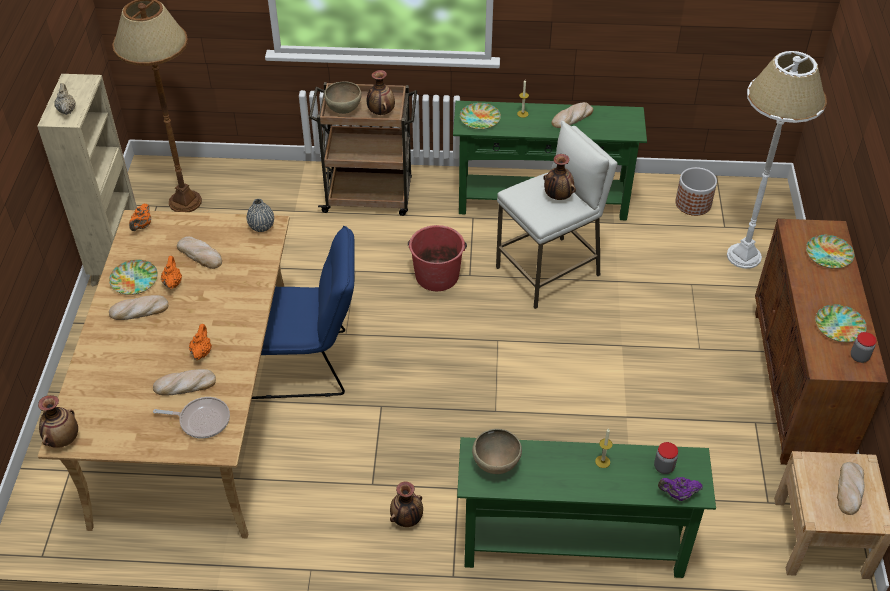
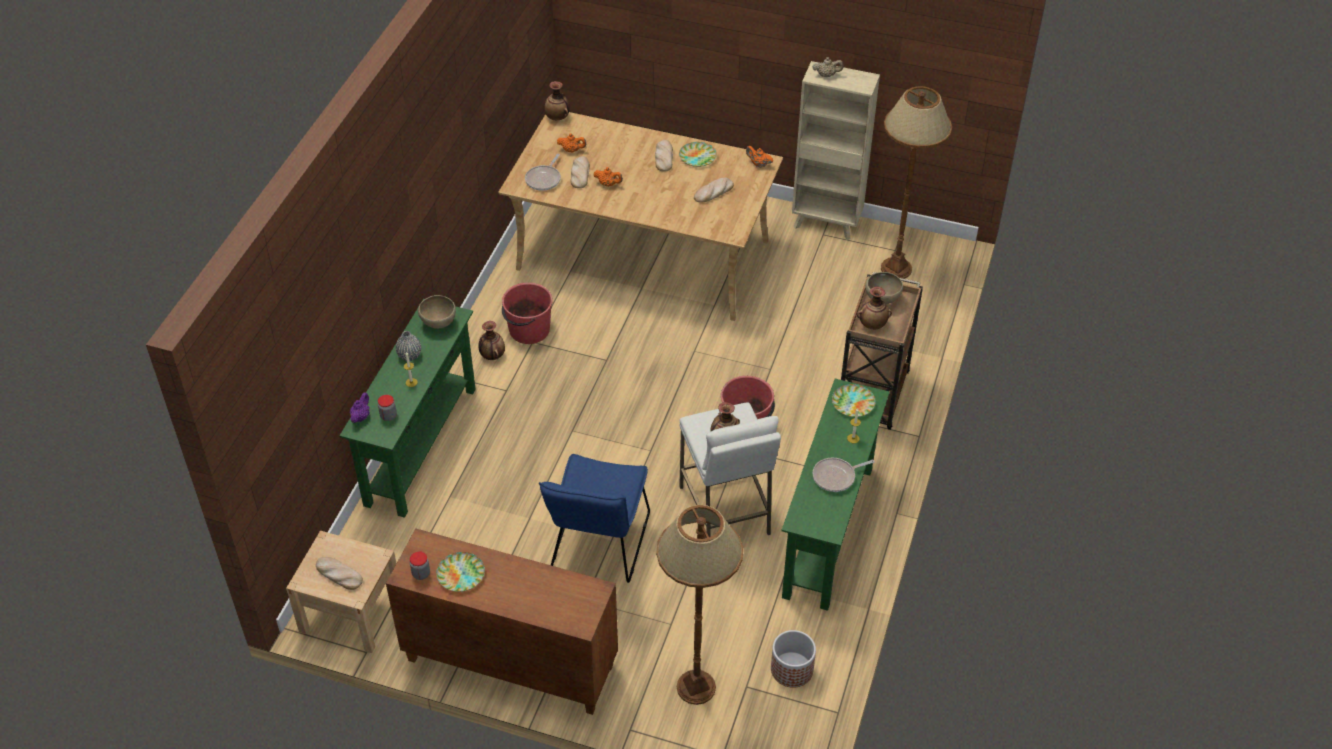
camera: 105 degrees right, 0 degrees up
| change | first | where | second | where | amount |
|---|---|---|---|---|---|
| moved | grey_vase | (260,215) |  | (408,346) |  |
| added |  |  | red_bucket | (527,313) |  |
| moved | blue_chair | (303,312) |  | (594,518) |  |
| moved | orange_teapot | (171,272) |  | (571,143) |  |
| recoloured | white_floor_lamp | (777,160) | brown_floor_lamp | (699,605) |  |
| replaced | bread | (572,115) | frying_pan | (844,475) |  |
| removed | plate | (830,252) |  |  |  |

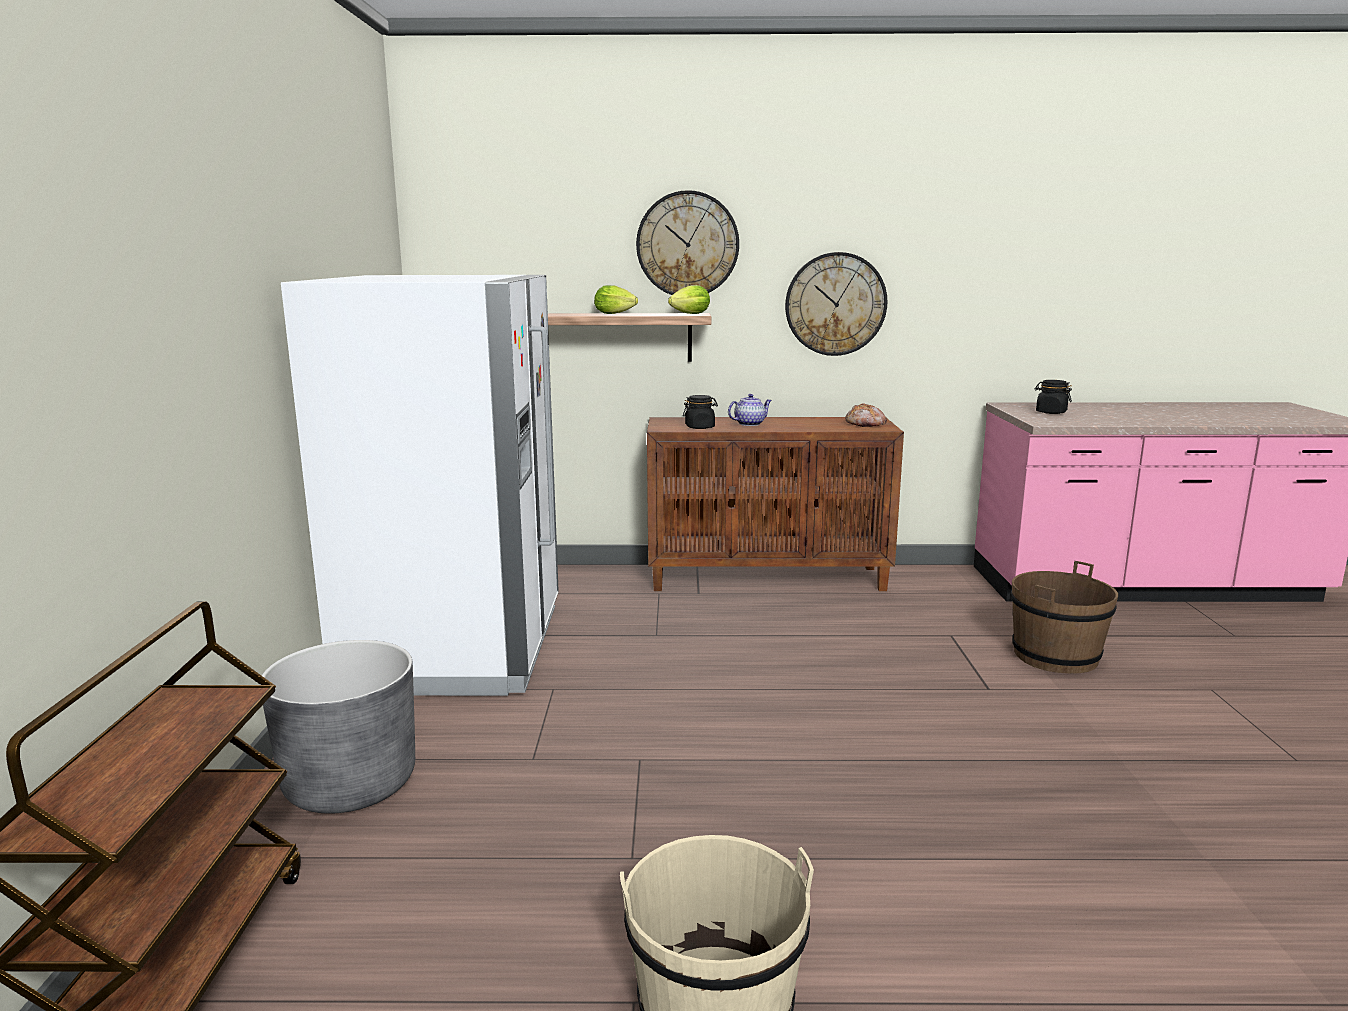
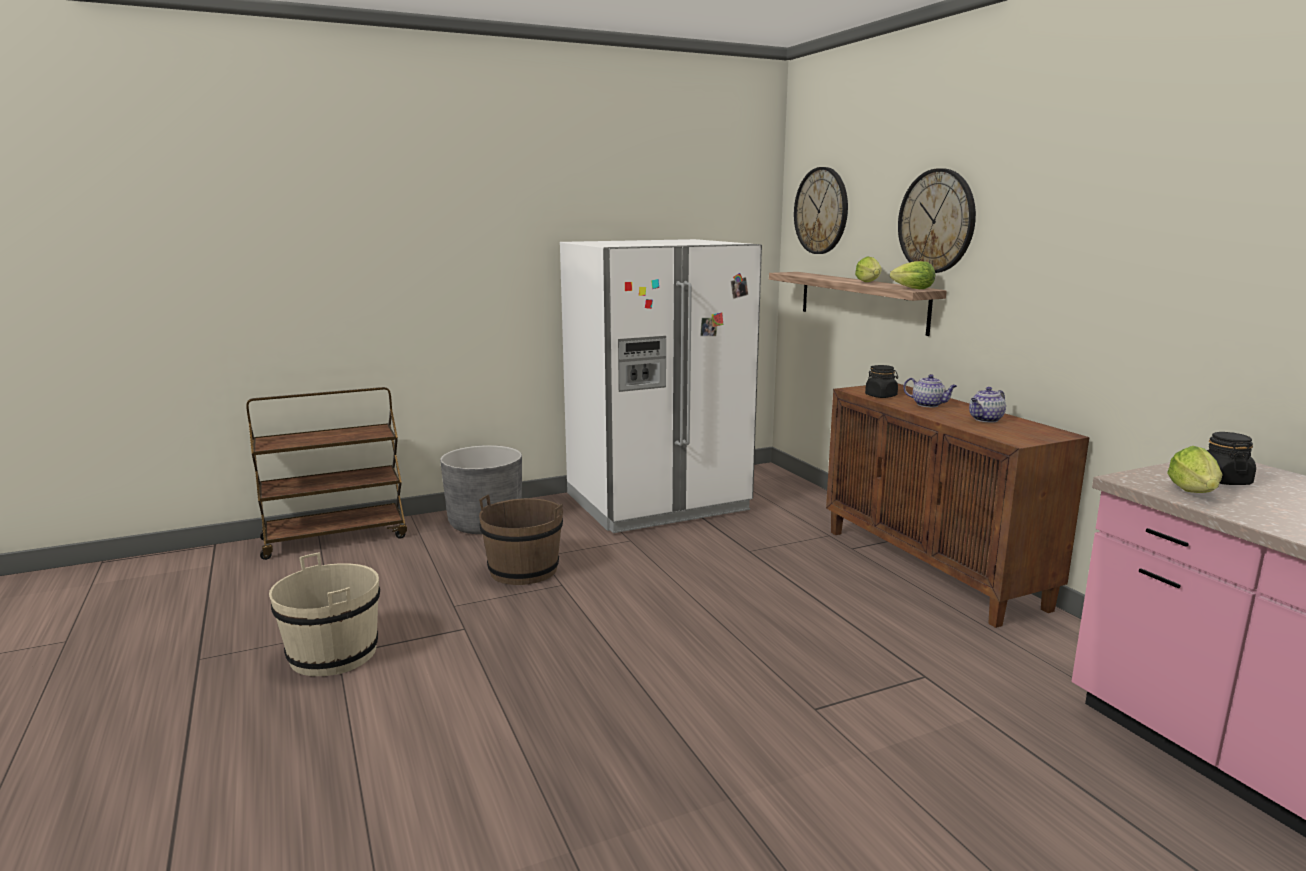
camera: 65 degrees right, 0 degrees up
| change | first | where | second | where | amount |
|---|---|---|---|---|---|
| moved | brown_bucket | (1064,617) |  | (521,540) |  |
| moved | wall_clock | (836,304) |  | (821,210) |  |
| added |  |  | teapot | (987,404) |  |
| added |  |  | lettuce | (1195,469) |  |
| removed | bread | (866,415) |  |  |  |

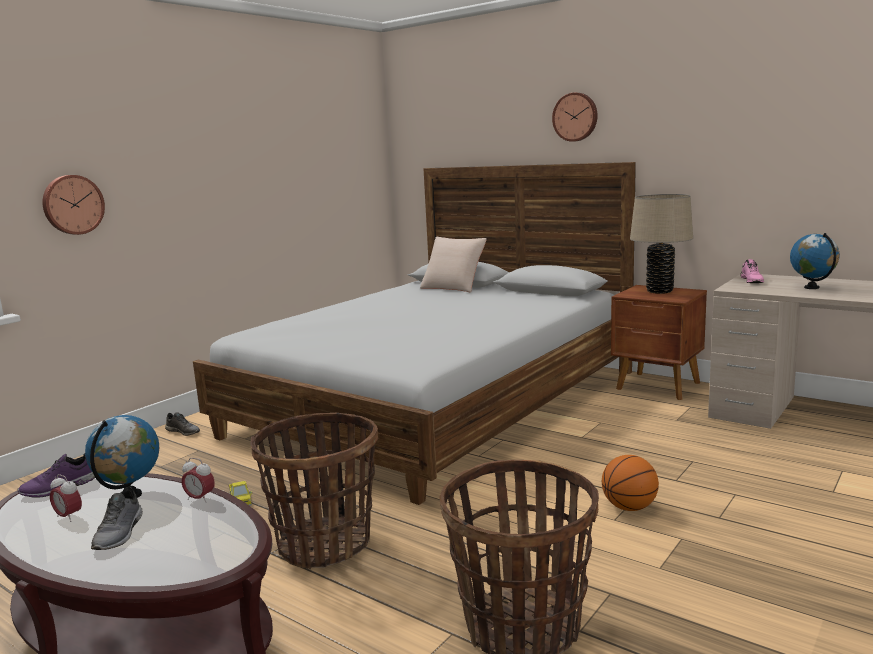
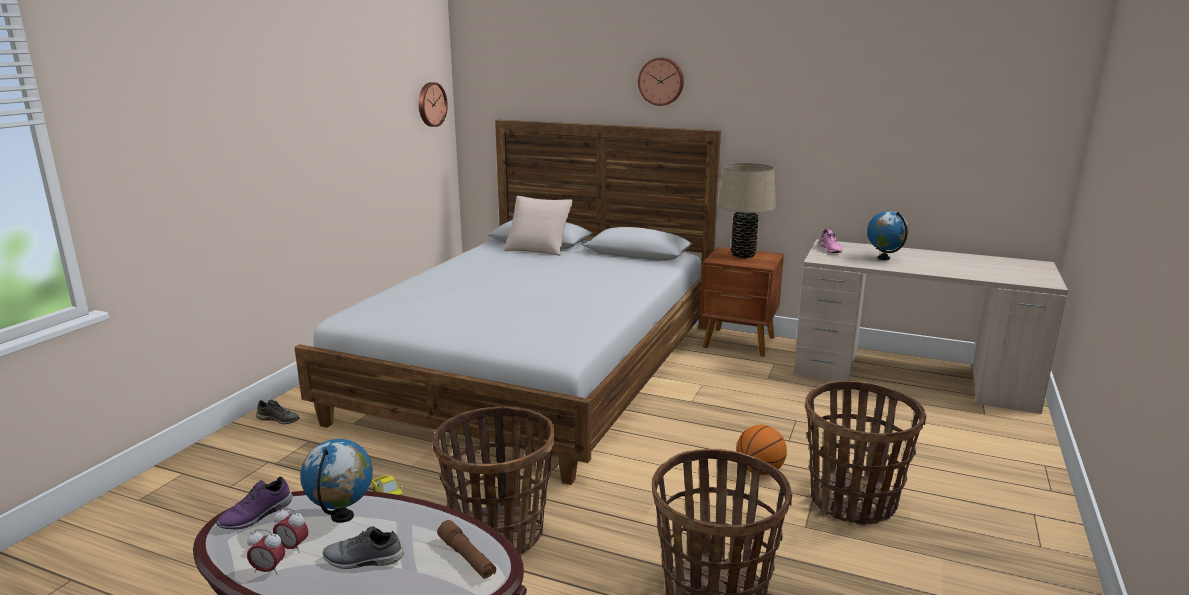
camera: 15 degrees left, 5 degrees up
| change | first | where | second | where | amount |
|---|---|---|---|---|---|
| moved | alarm_clock | (198,480) |  | (266,552) |  |
| turned | grey_shoe | (117,518) |  | (363,547) | 105 degrees clockwise |
| moved | wall_clock | (73,205) |  | (433,104) |  |
| added |  |  | brown_flashlight | (466,549) |  |
| added |  |  | basket | (866,453) |  |

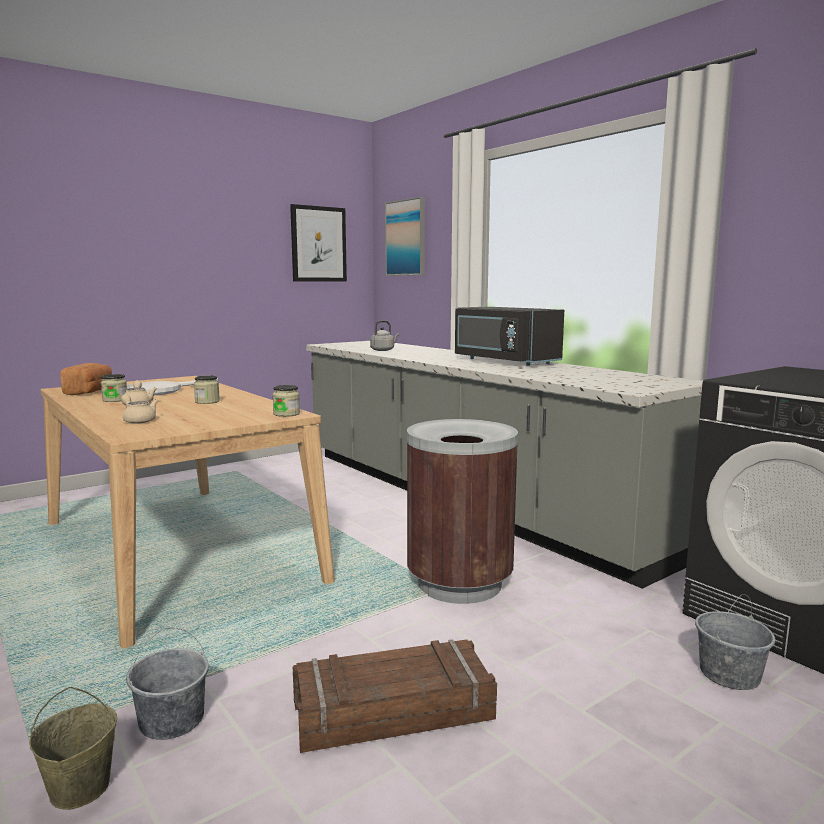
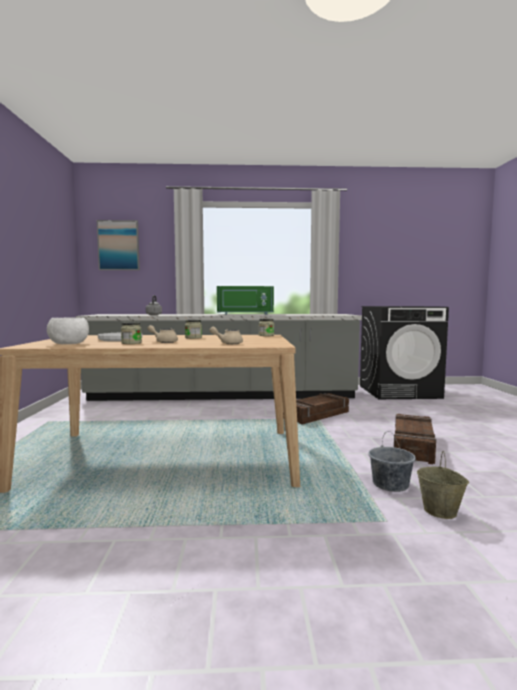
camera: 55 degrees left, 5 degrees down
| change | first | where | second | where | amount |
|---|---|---|---|---|---|
| replaced | bread | (86,379) | white_bowl | (68,330) |  |
| recoloured | black_microwave | (509,336) | green_microwave | (245,300) |  |
| replaced | brown_trash_can | (462,511) | crate | (316,408) |  |
| removed | picture | (318,243) |  |  |  |
| removed | grey_bucket | (735,642) |  |  |  |

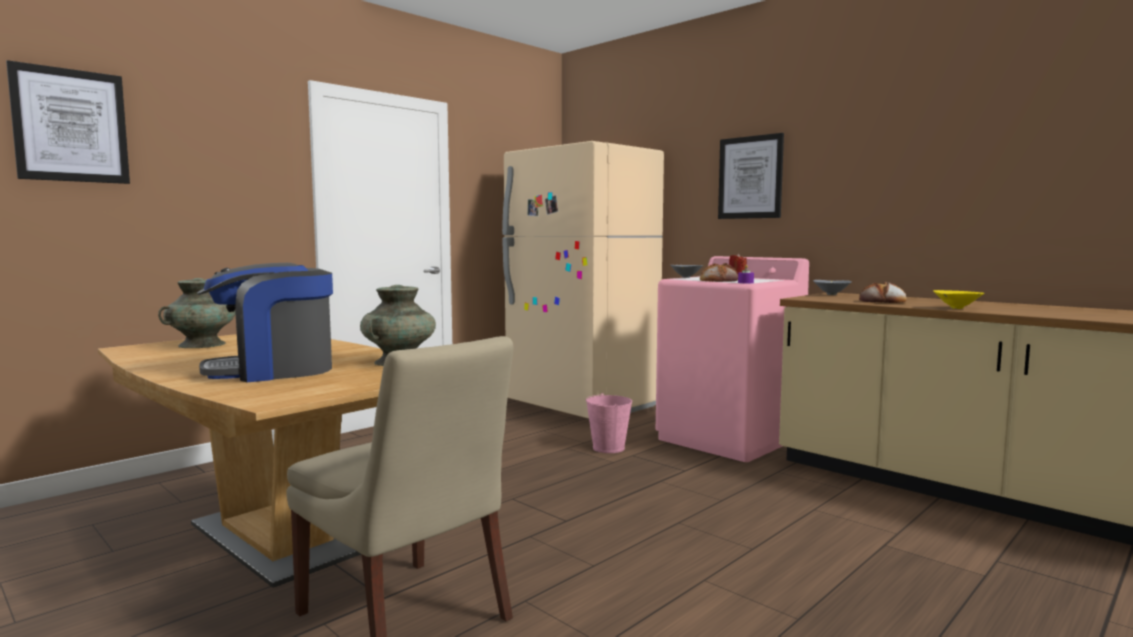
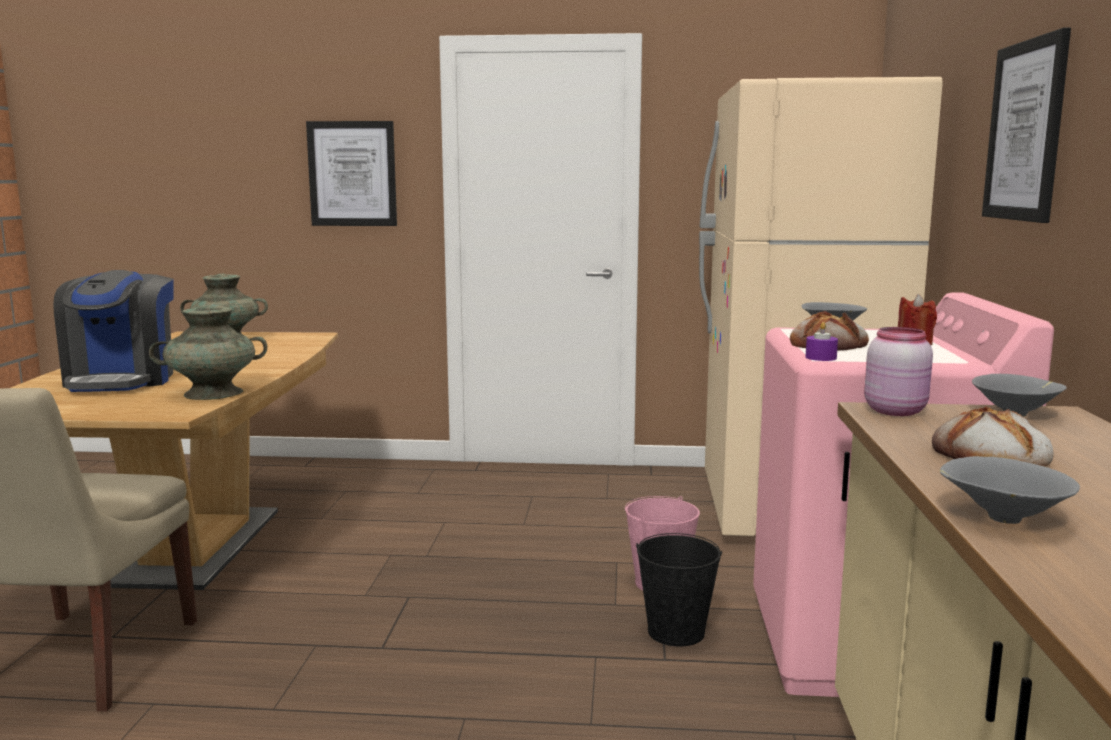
camera: 50 degrees right, 5 degrees up
| change | first | where | second | where | amount |
|---|---|---|---|---|---|
| turned | coffee_machine | (265,322) |  | (113,331) | 120 degrees counterclockwise |
| moved | picture | (68,122) |  | (351,173) |  |
| added |  |  | black_bucket | (679,589) |  |
| added |  |  | pink_jar | (898,371) |  |
| recoloured | yellow_bowl | (958,299) | grey_bowl | (1010,490) |  |

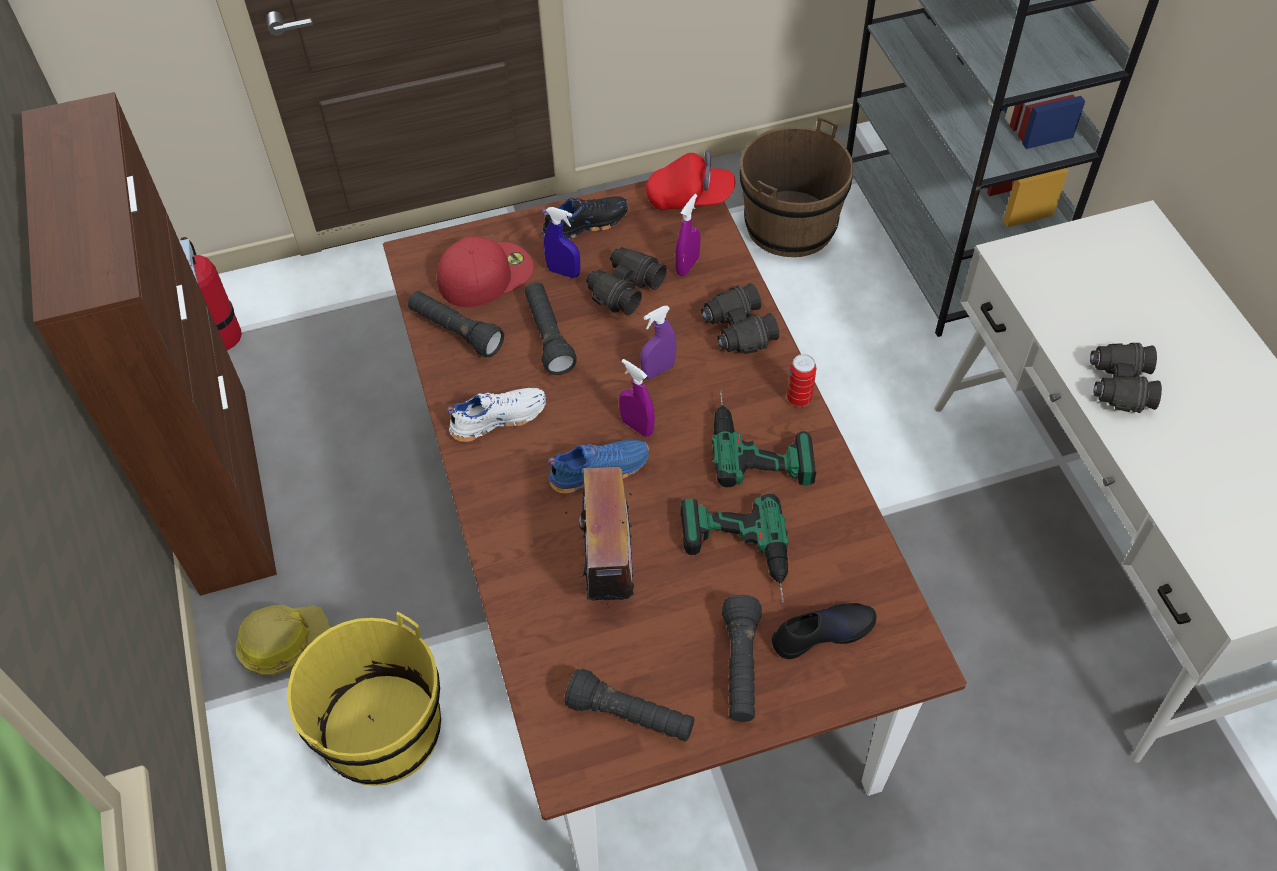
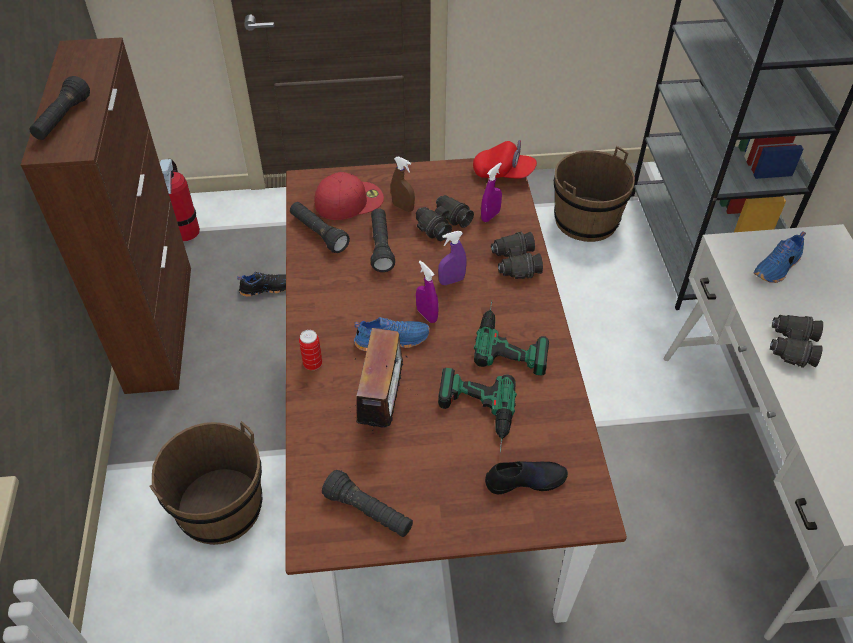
camera: 10 degrees right, 5 degrees down
| change | first | where | second | where | amount |
|---|---|---|---|---|---|
| moved | black_flashlight | (742,658) |  | (59,108) |  |
| recoloured | yellow_bucket | (364,698) | brown_bucket | (206,483) |  |
| moved | black_shoe | (585,218) |  | (261,284) |  |
| moved | can | (801,380) |  | (310,350) |  |
| recoloured | blue_spray_bottle | (562,242) | brown_spray_bottle | (403,184) |  |
| added |  |  | blue_shoe | (780,257) |  |
| removed | hard_hat | (283,640) |  |  |  |
| removed | white_shoe | (496,415) |  |  |  |

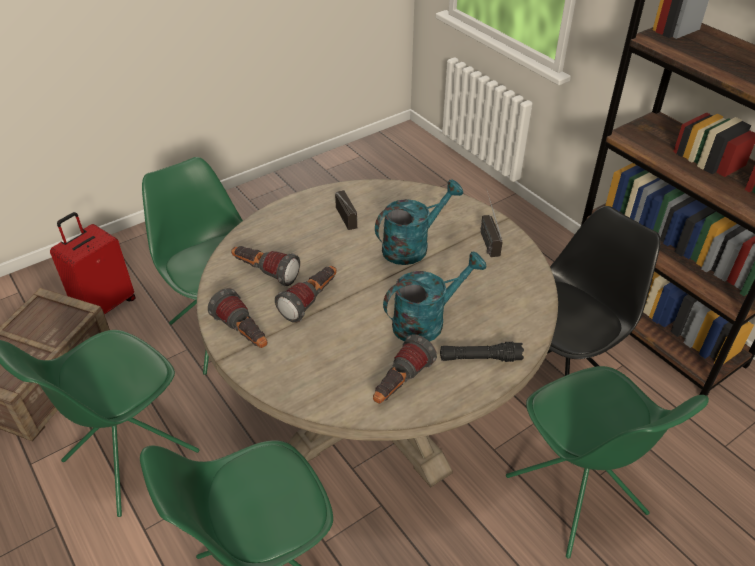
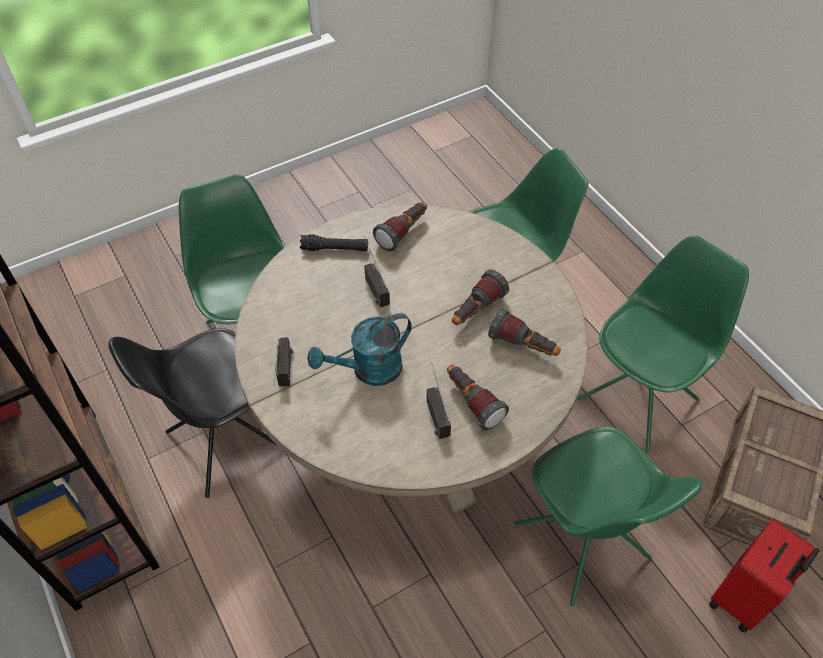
camera: 175 degrees left, 10 degrees up
| change | first | where | second | where | amount |
|---|---|---|---|---|---|
| replaced | turquoise_watering_can | (434,296) | radio | (376,272) |  |
| moved | flashlight | (237,318) |  | (478,397) |  |

